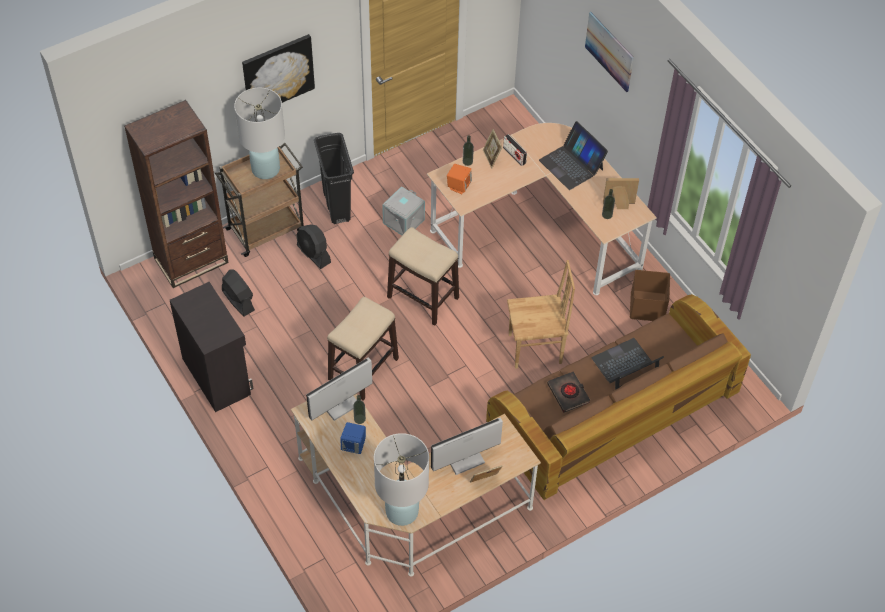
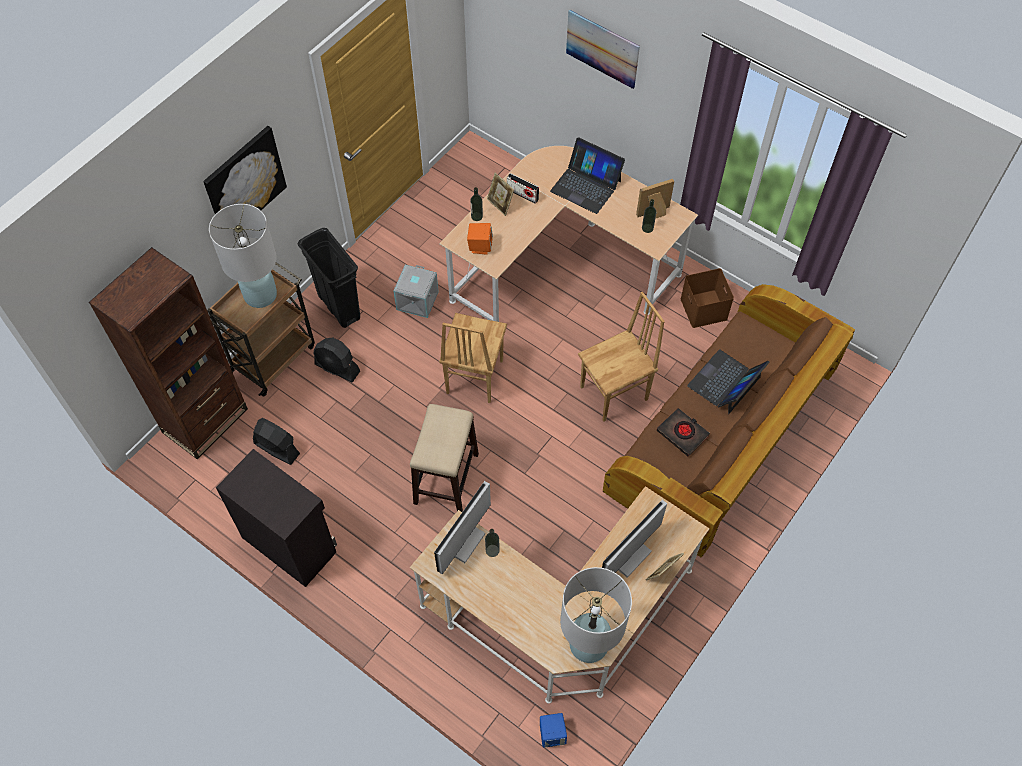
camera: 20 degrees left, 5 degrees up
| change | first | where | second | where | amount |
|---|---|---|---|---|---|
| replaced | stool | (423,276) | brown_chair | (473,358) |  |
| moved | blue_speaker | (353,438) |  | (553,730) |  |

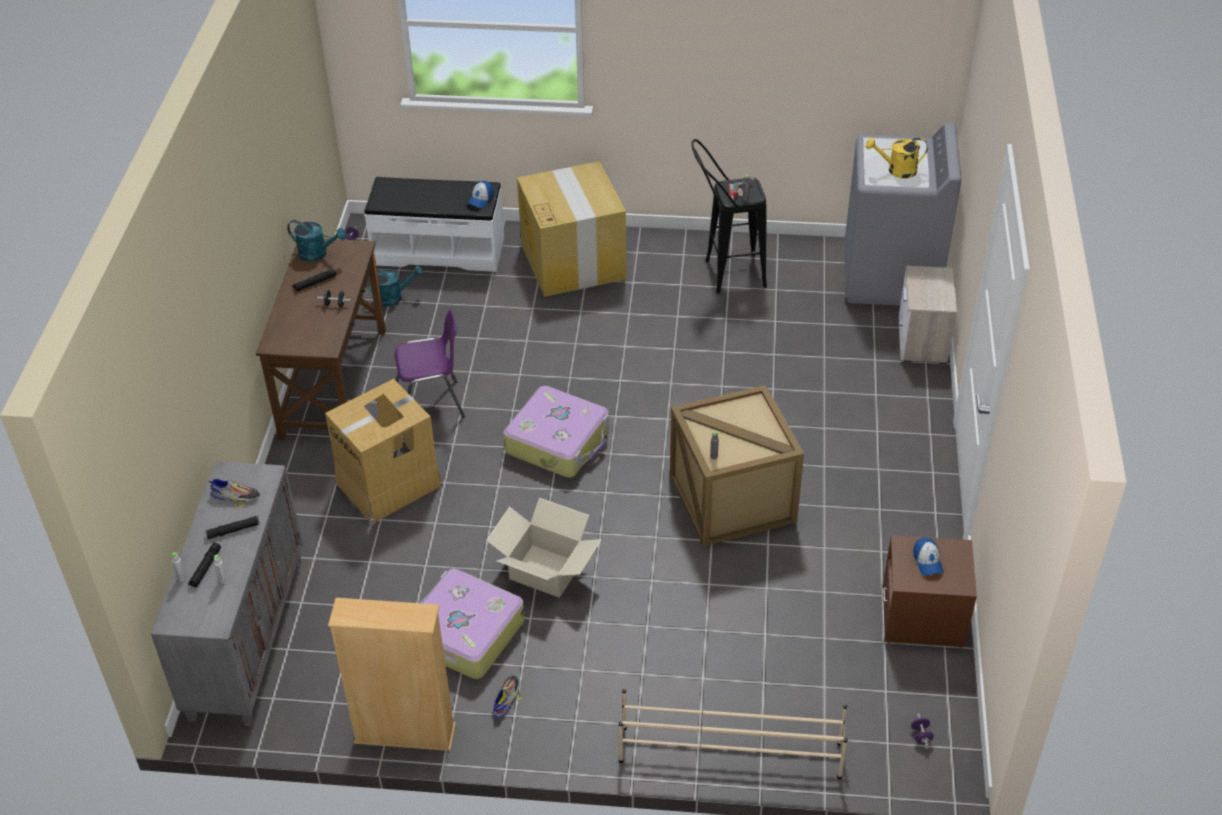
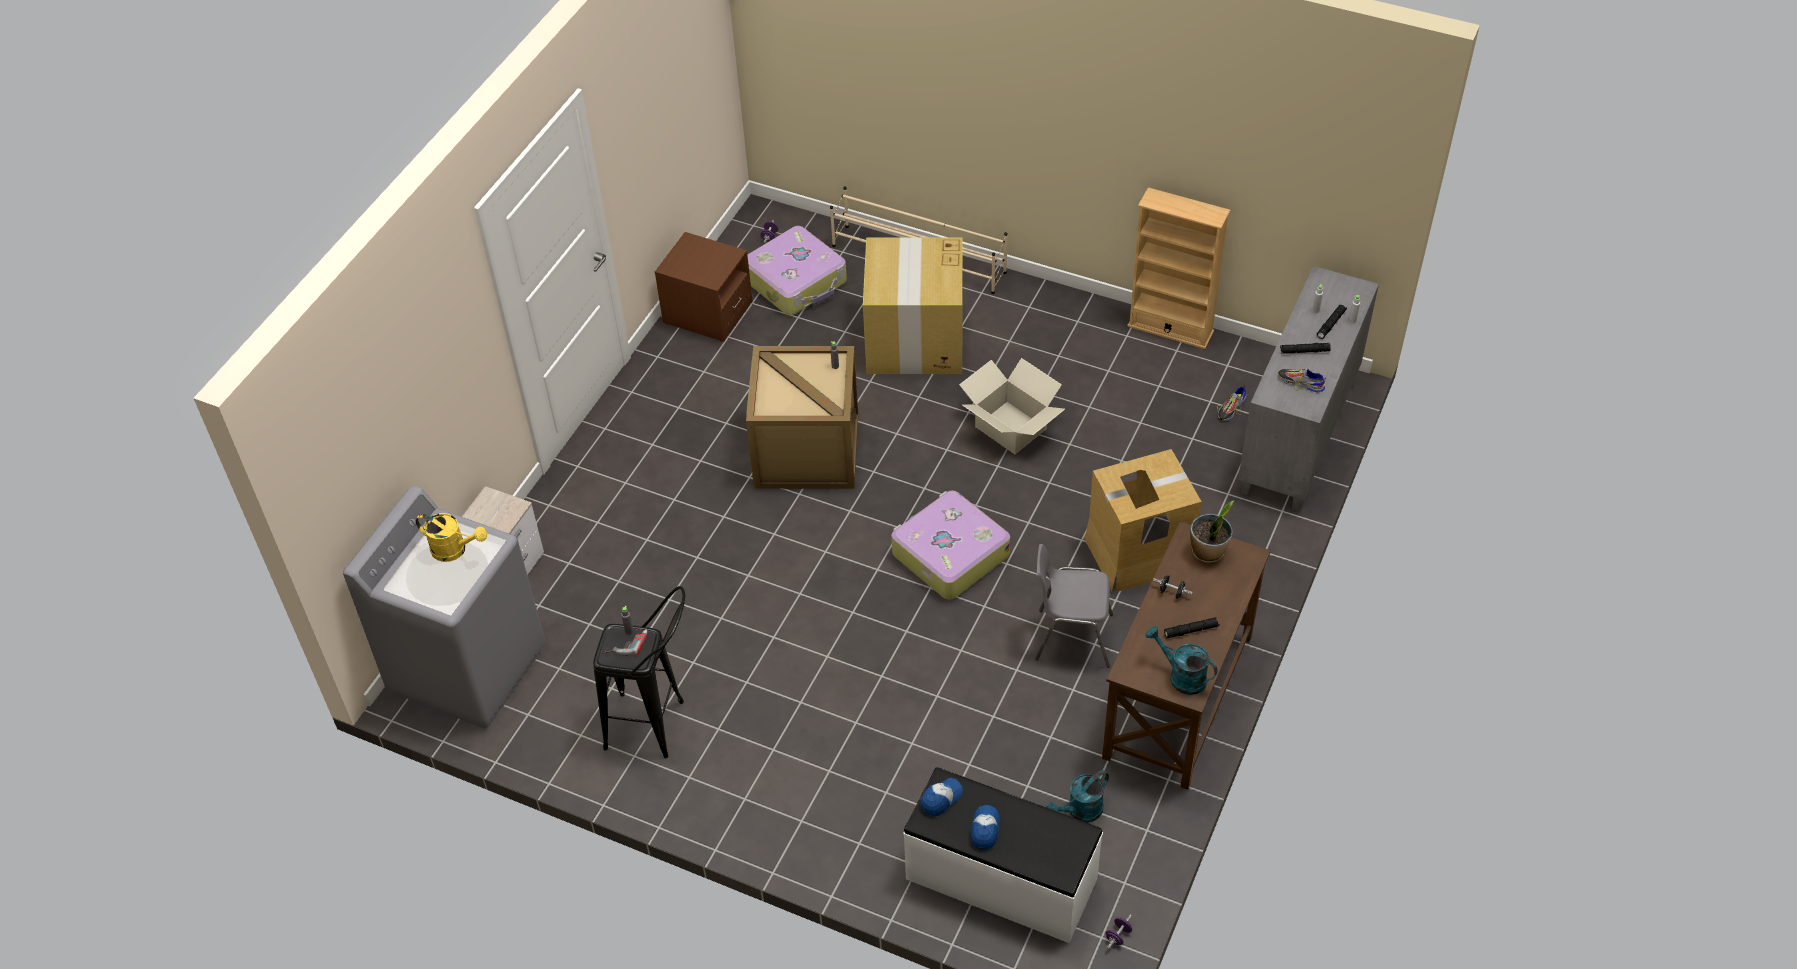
camera: 160 degrees left, 5 degrees up
| change | first | where | second | where | amount |
|---|---|---|---|---|---|
| moved | suitcase | (472,623) |  | (797,270) |  |
| moved | cardboard_box | (571,229) |  | (913,305) |  |
| moved | cap | (928,557) |  | (985,827) |  |
| recoloured | purple_chair | (430,363) | grey_chair | (1074,606) |  |
| turned | turquoise_watering_can | (394,286) |  | (1077,796) | 45 degrees counterclockwise |
| added |  |  | potted_plant | (1212,531) |  |
| moved | shoe | (508,697) |  | (1232,403) |  |

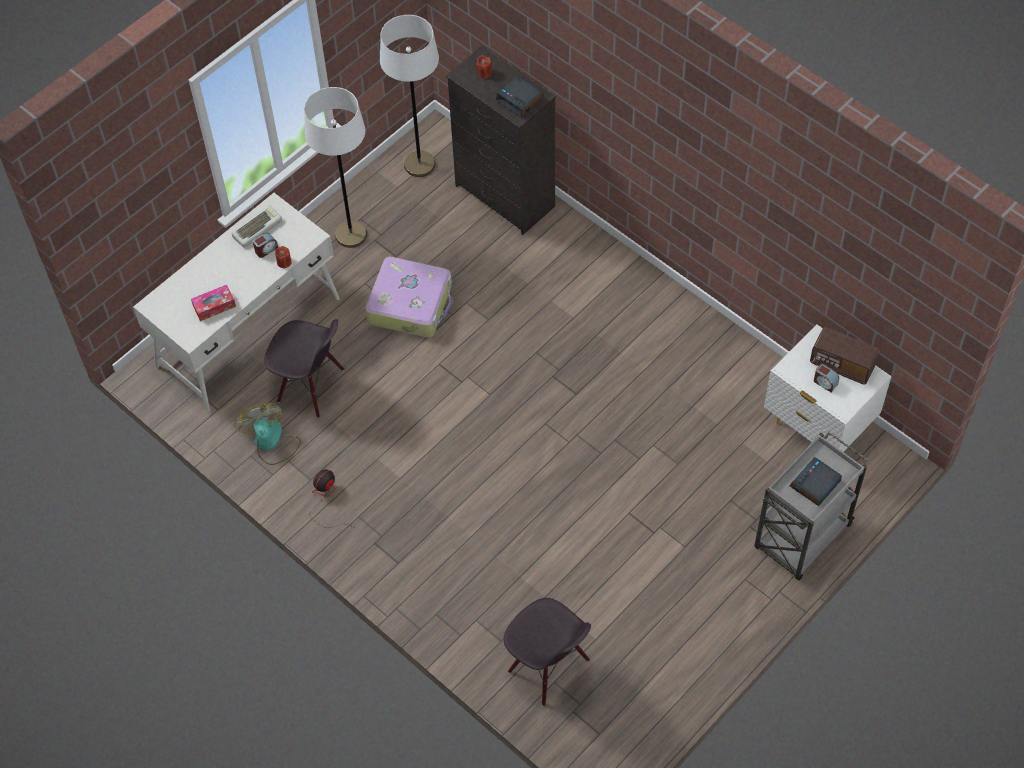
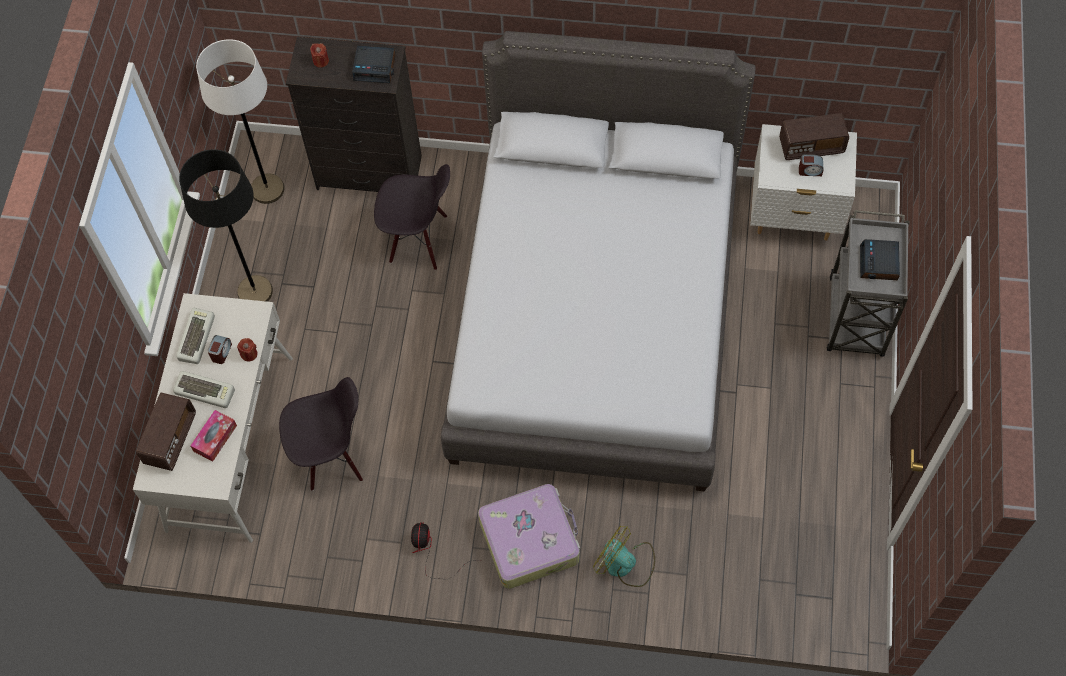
camera: 35 degrees left, 5 degrees up
| change | first | where | second | where | amount |
|---|---|---|---|---|---|
| added |  |  | radio | (166,432) |  |
| added |  |  | keyboard | (204,389) |  |
| recoloured | white_floor_lamp | (335,167) | black_floor_lamp | (226,225) |  |
| moved | black_chair | (547,652) |  | (412,217) |  |
| added |  |  | grey_bed | (598,261) |  |
| moved | suitcase | (409,297) |  | (529,536) |  |
| moved | fan | (267,434) |  | (624,556) |  |

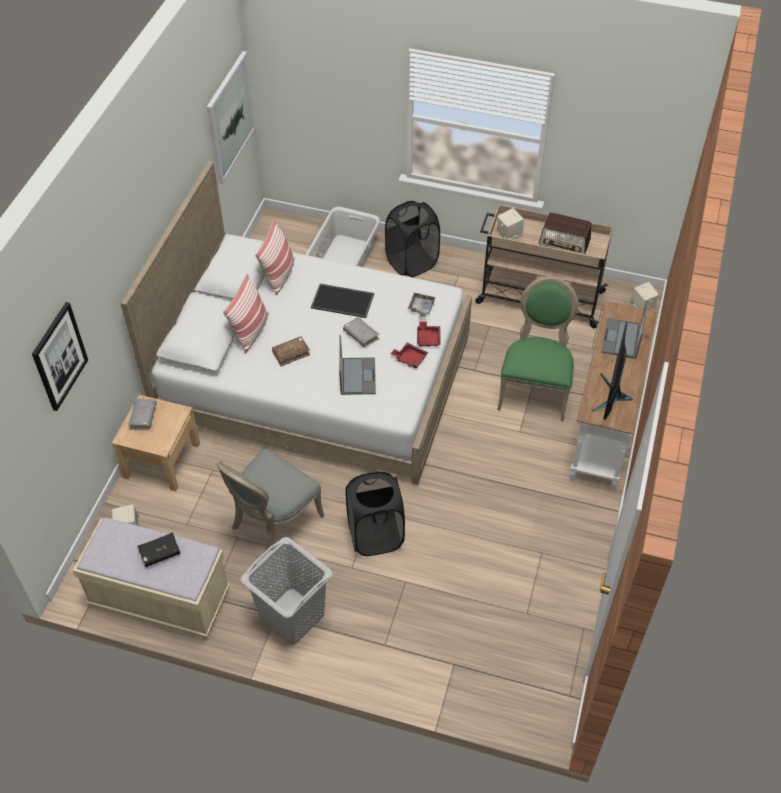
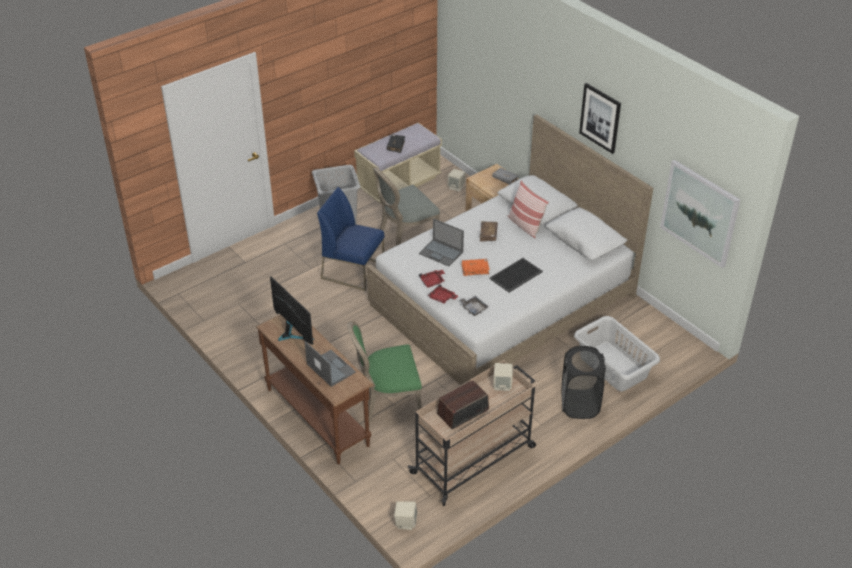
camera: 125 degrees right, 10 degrees down
| change | first | where | second | where | amount |
|---|---|---|---|---|---|
| recoloured | white_console_table | (613,396) | brown_console_table | (315,389) |  |
| replaced | black_laundry_basket | (375,513) | blue_chair | (350,239) |  |
| turned | green_chair | (538,349) |  | (384,371) | 120 degrees clockwise |
| turned | grey_chair | (269,498) |  | (406,206) | 105 degrees counterclockwise |
| recoloured | grey_book | (361,332) | orange_book | (476,267) |  |
| moved | picture | (60,356) |  | (600,118) |  |
| removed | pillow | (274,257) |  |  |  |

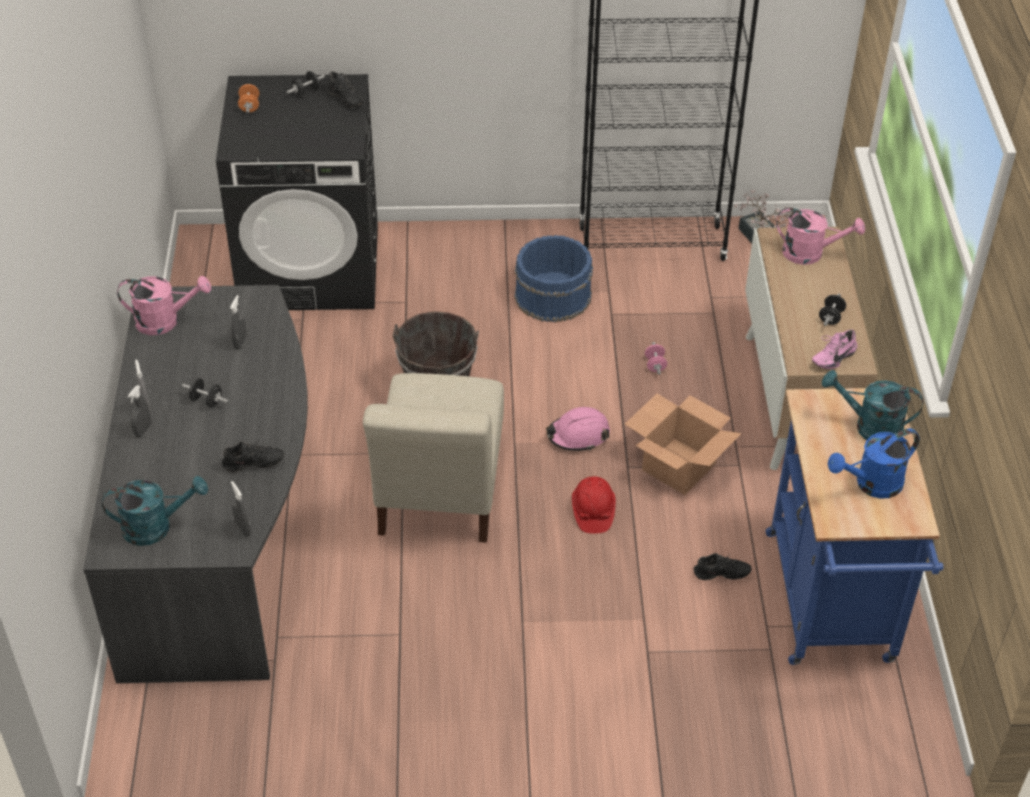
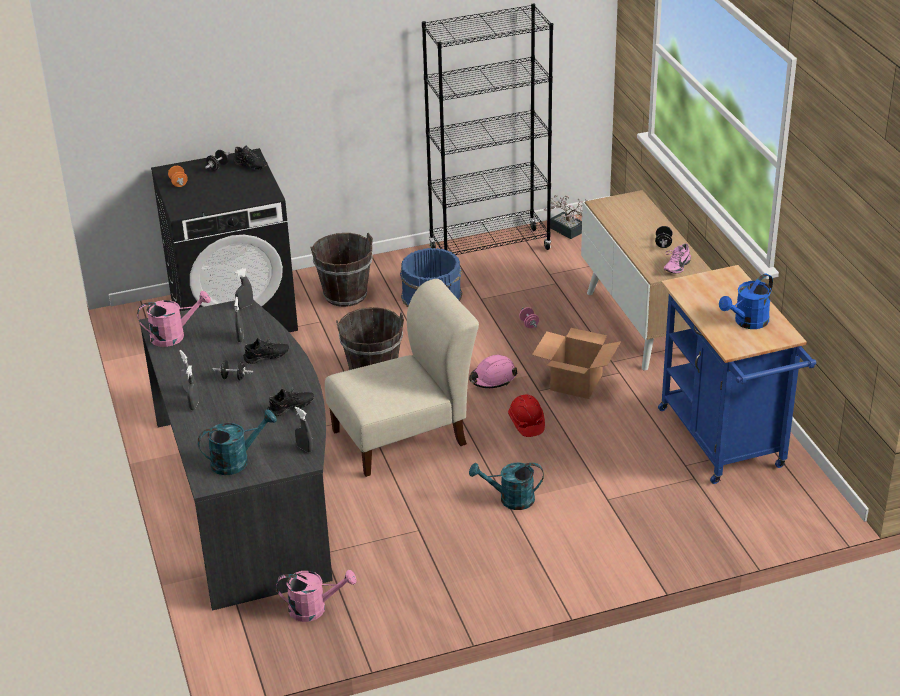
camera: 15 degrees left, 10 degrees down
| change | first | where | second | where | amount |
|---|---|---|---|---|---|
| added |  |  | grey_spray_bottle | (243,288) |  |
| moved | black_shoe | (723,566) |  | (266,351) |  |
| moved | pink_watering_can | (820,236) |  | (316,596) |  |
| added |  |  | brown_bucket | (341,270) |  |
| turned | beige_chair | (433,457) |  | (402,378) | 105 degrees counterclockwise |
| moved | turquoise_watering_can | (872,405) |  | (506,486) |  |

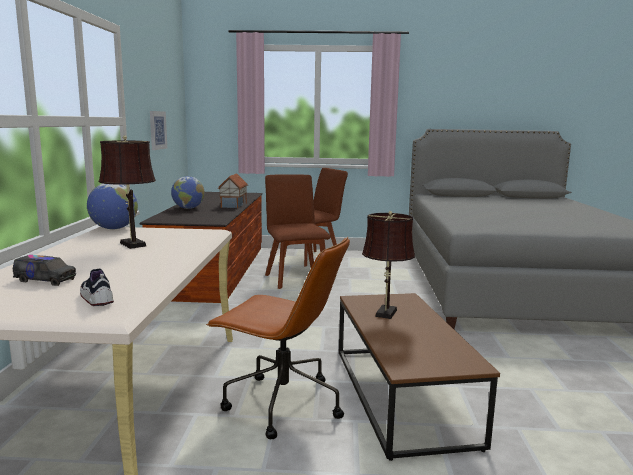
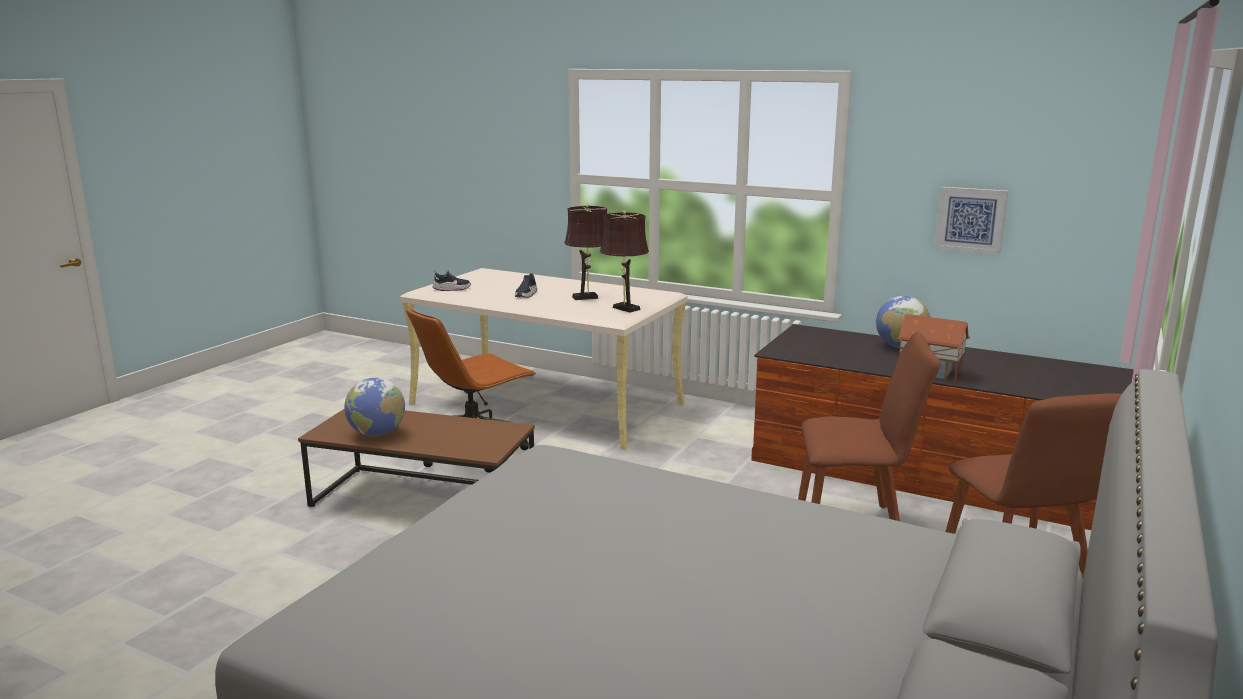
camera: 115 degrees right, 5 degrees up
| change | first | where | second | where | amount |
|---|---|---|---|---|---|
| moved | globe | (112,206) |  | (374,407) |  |
| added |  |  | shoe | (526,285) |  |
| moved | brown_table_lamp | (388,265) |  | (624,262) |  |
| removed | toy_truck | (44,270) |  |  |  |

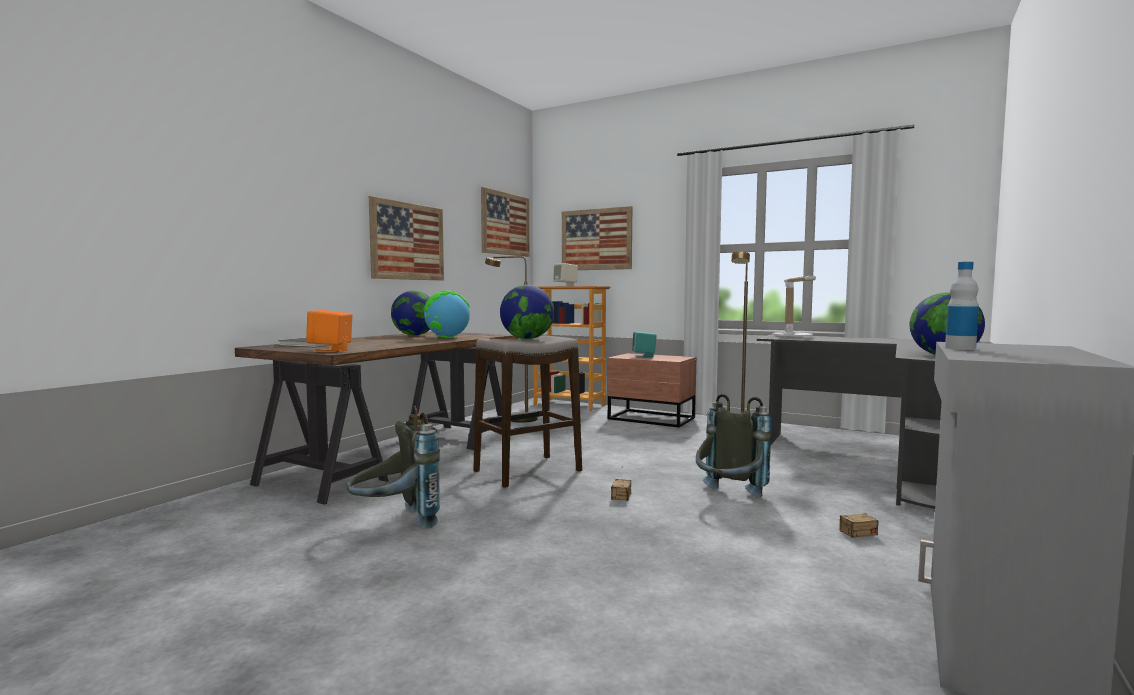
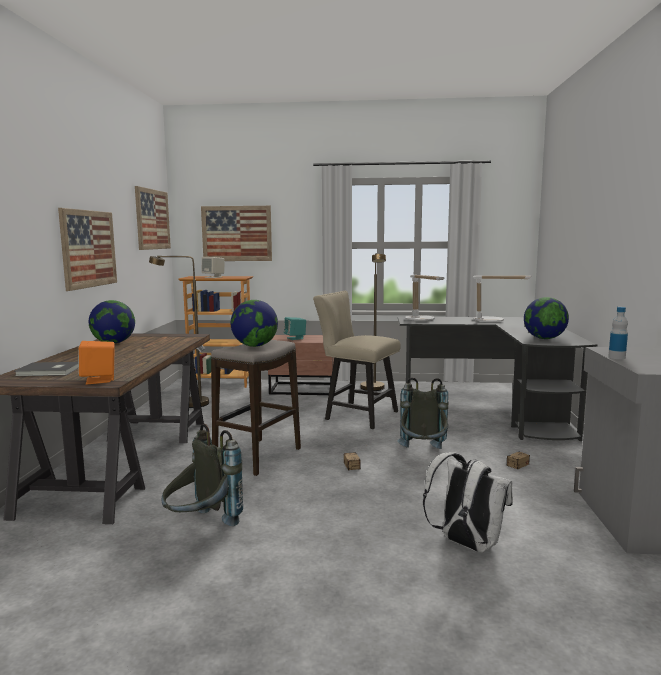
camera: 25 degrees left, 5 degrees up
| change | first | where | second | where | amount |
|---|---|---|---|---|---|
| added |  |  | beige_chair | (357,360) |  |
| added |  |  | white_backpack | (468,502) |  |
| added |  |  | table_lamp | (502,299) |  |
| removed | globe | (446,314) |  |  |  |

